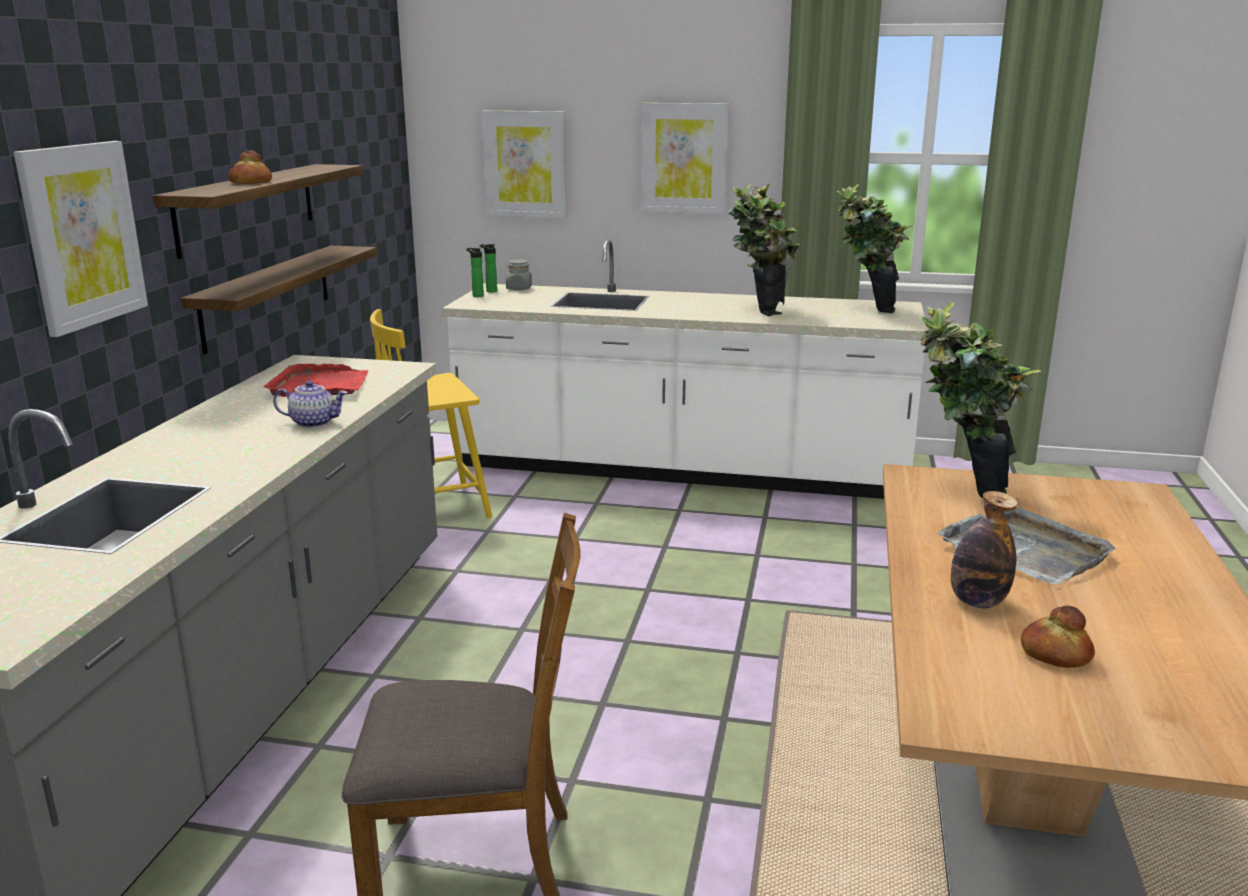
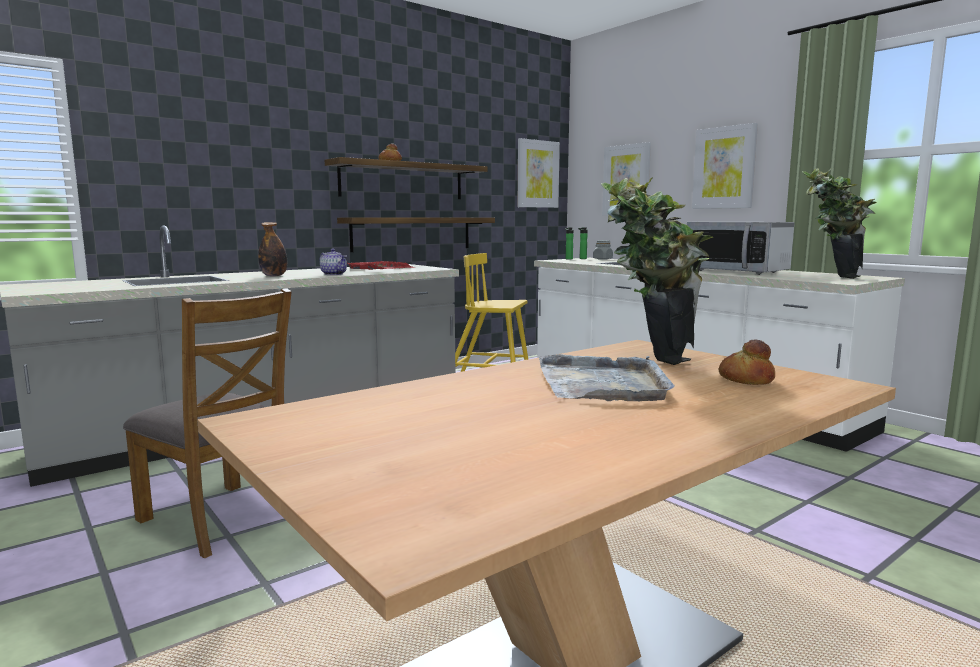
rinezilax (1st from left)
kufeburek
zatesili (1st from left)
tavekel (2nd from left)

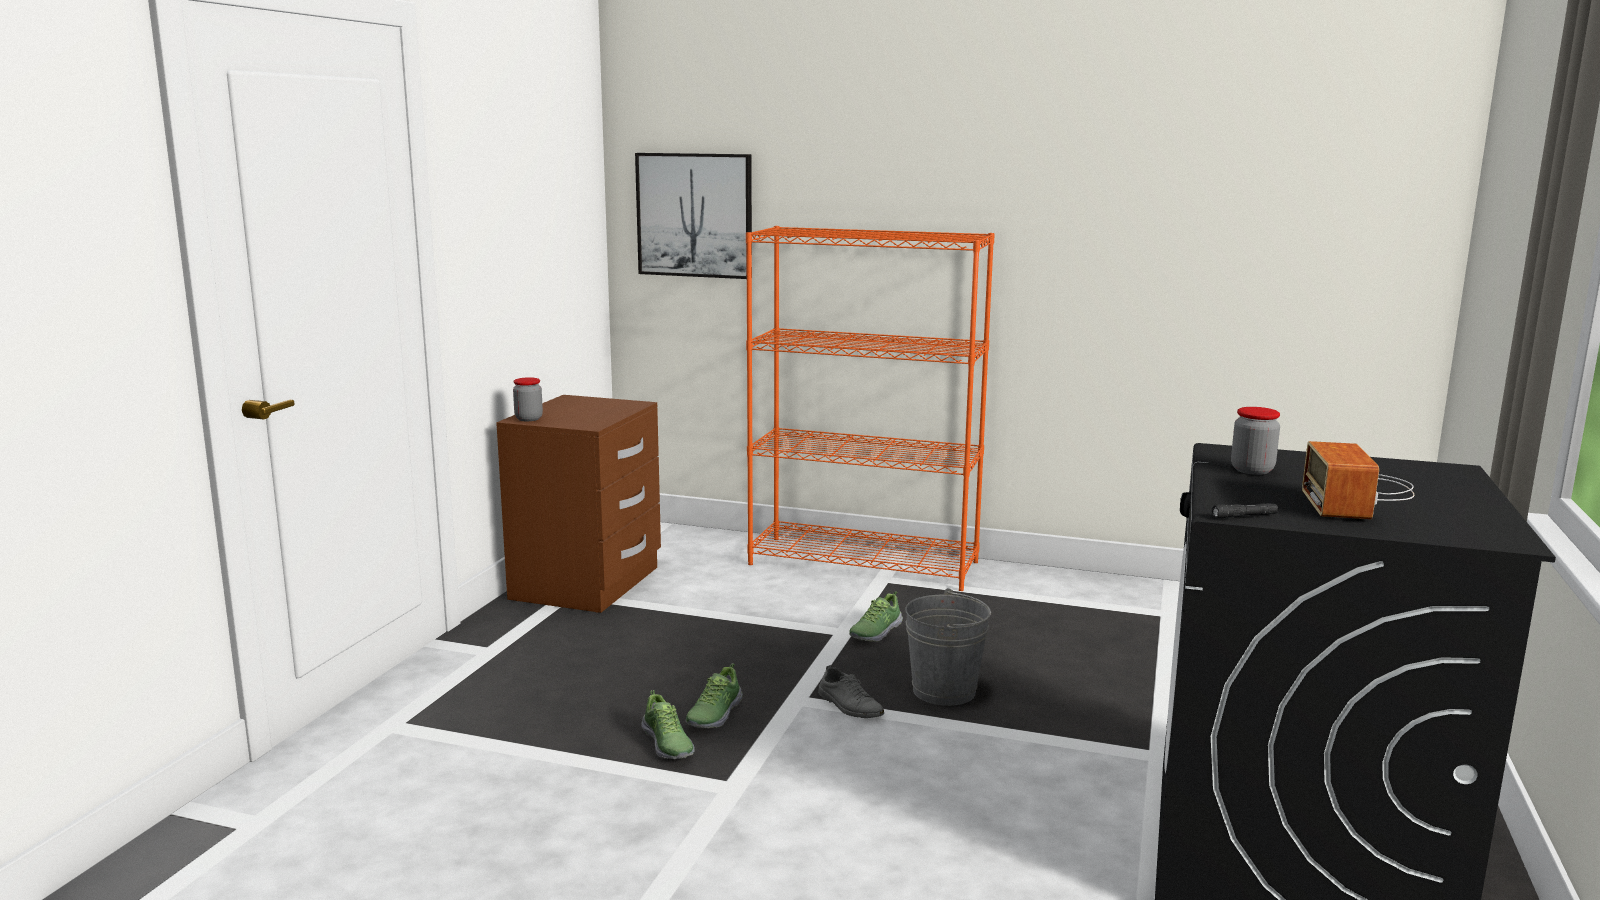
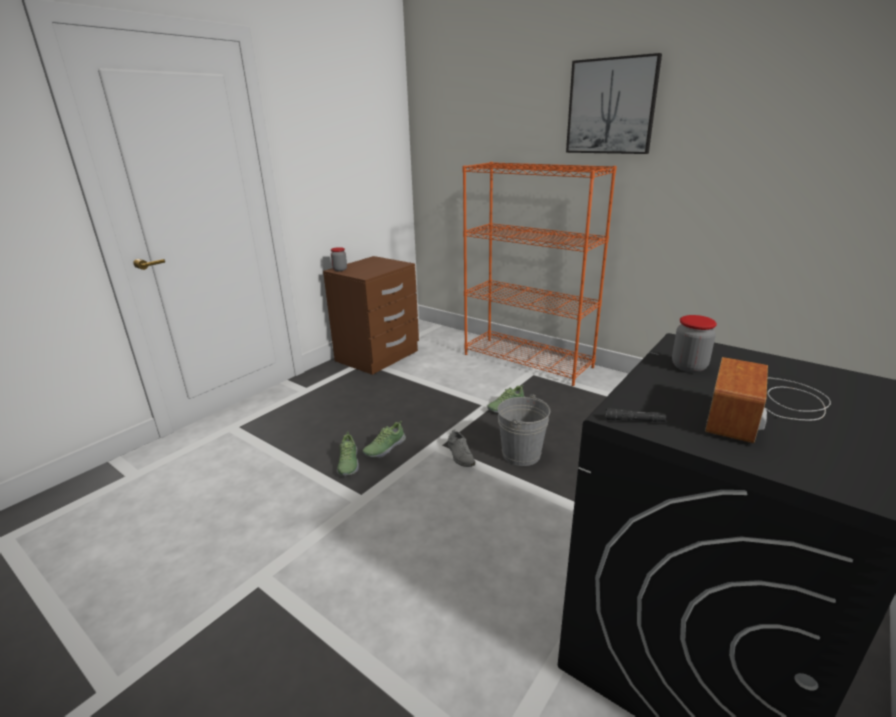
rinezilax

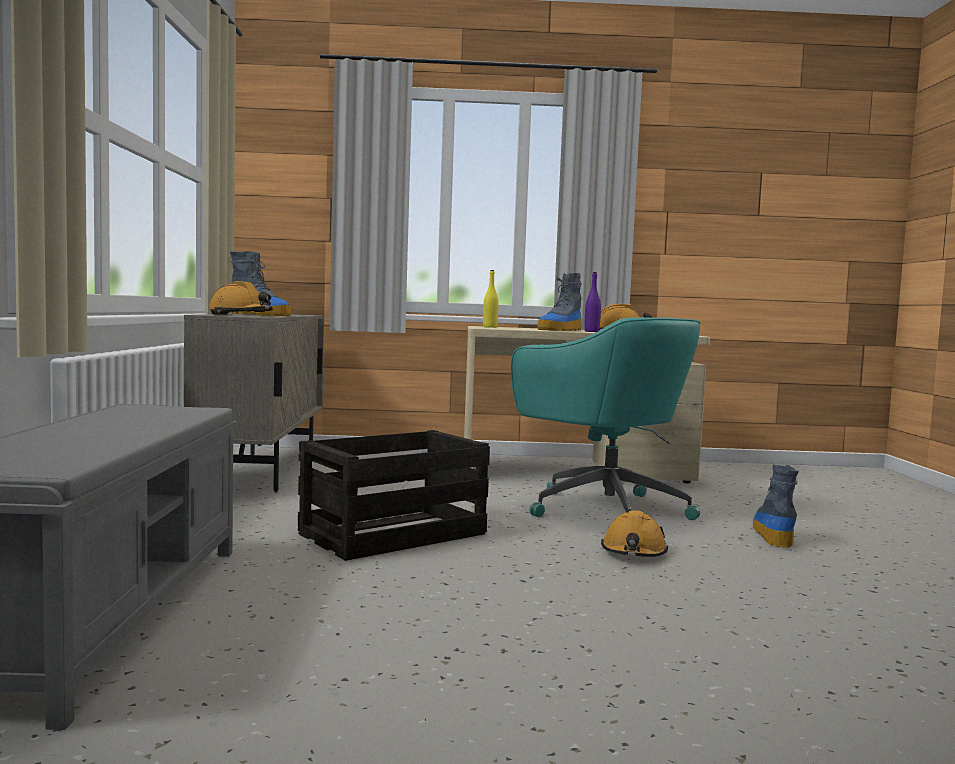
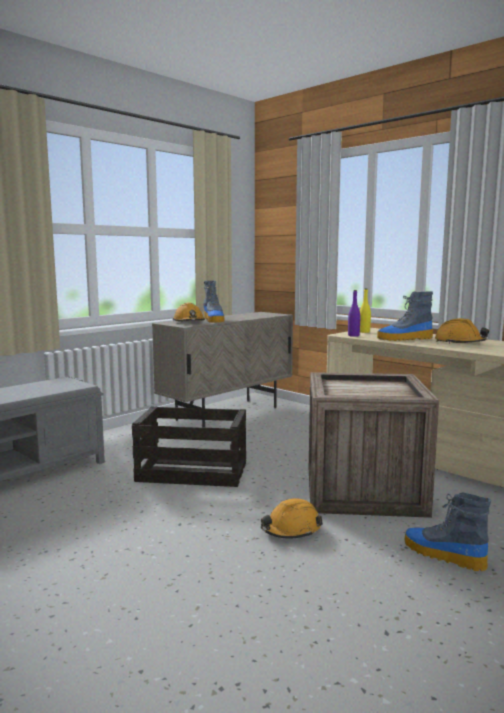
purple_zatesili
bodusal (2nd from left)
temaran (3rd from left)

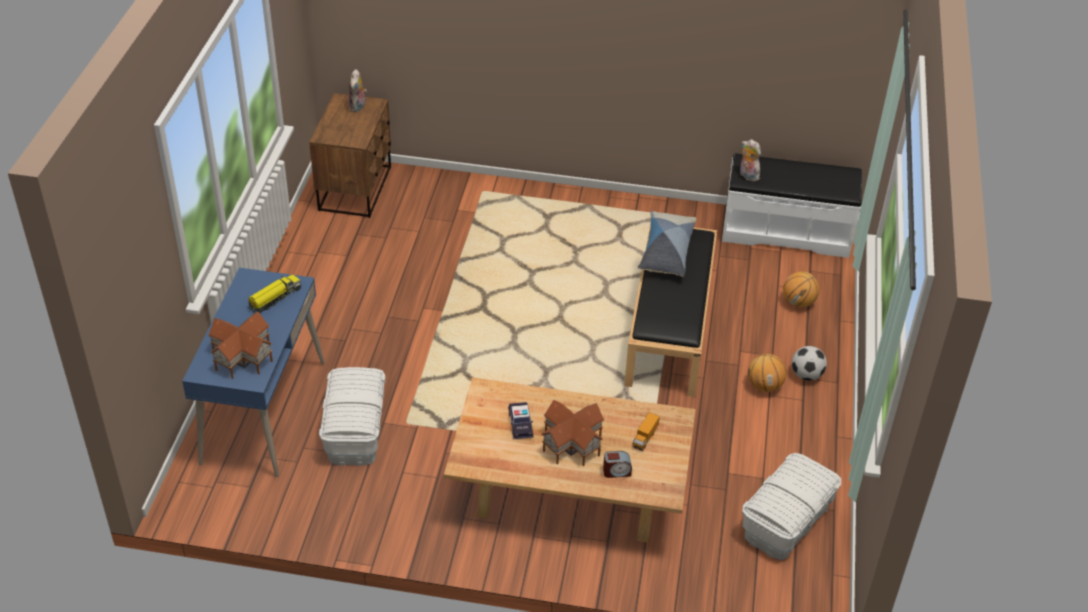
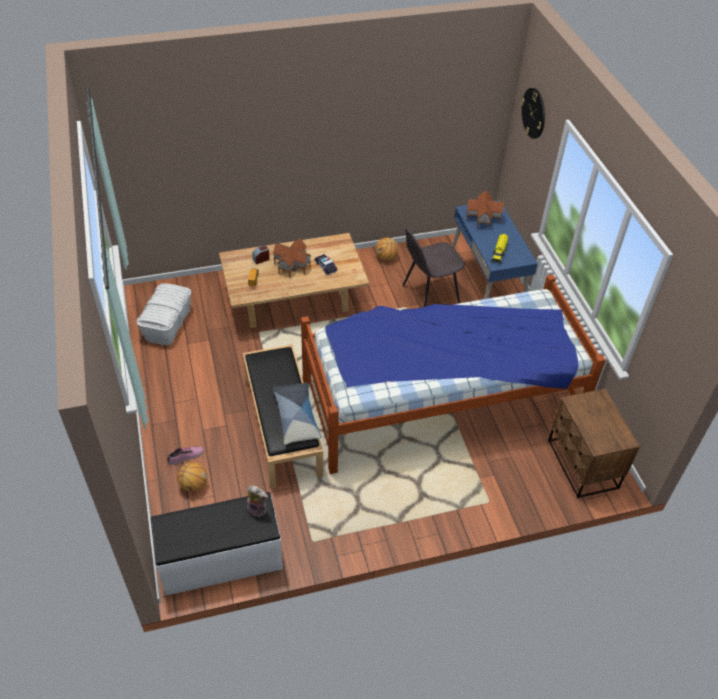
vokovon (1st from left in the first image)
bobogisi
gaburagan (2nd from left)
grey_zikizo
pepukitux
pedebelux
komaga

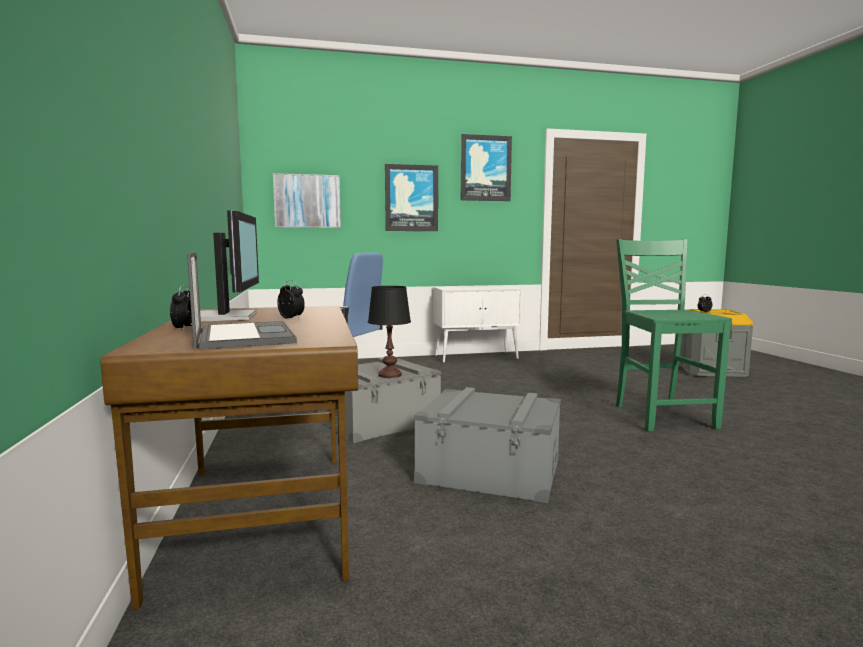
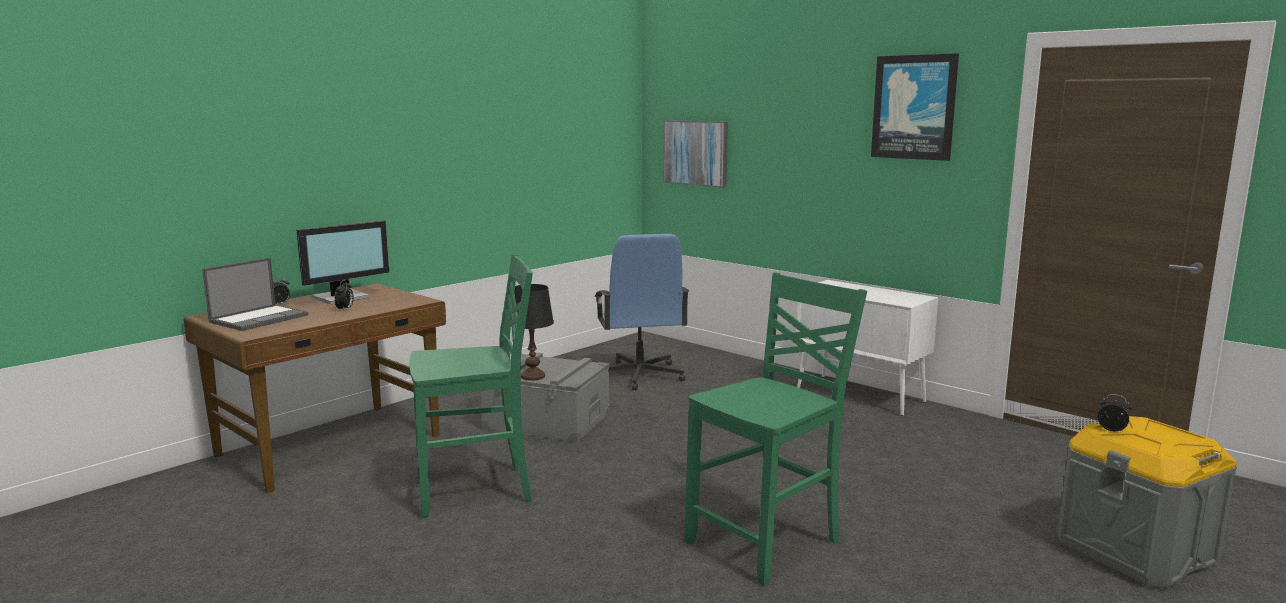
rinezilax (2nd from left in the first image)
green_zikizo (1st from left)

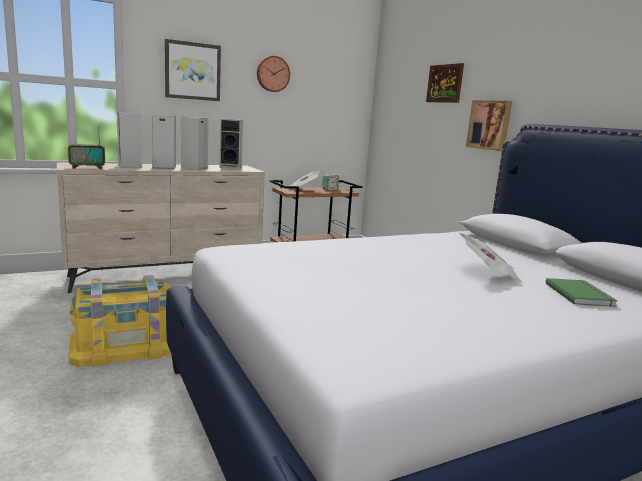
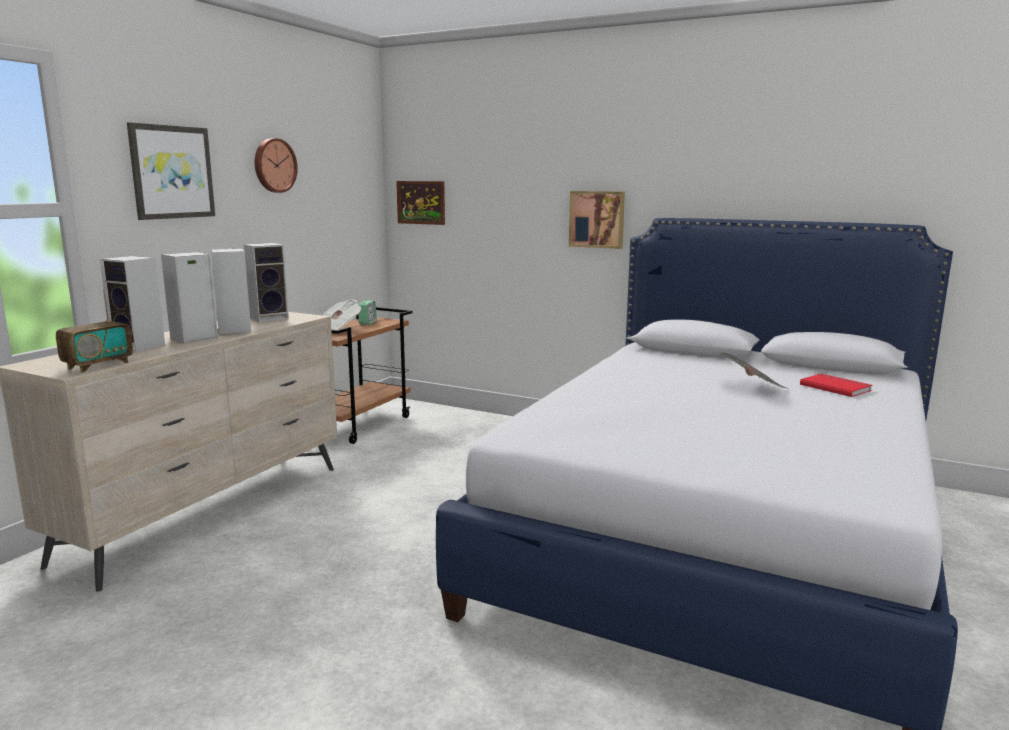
rinezilax (2nd from left)
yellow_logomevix
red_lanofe

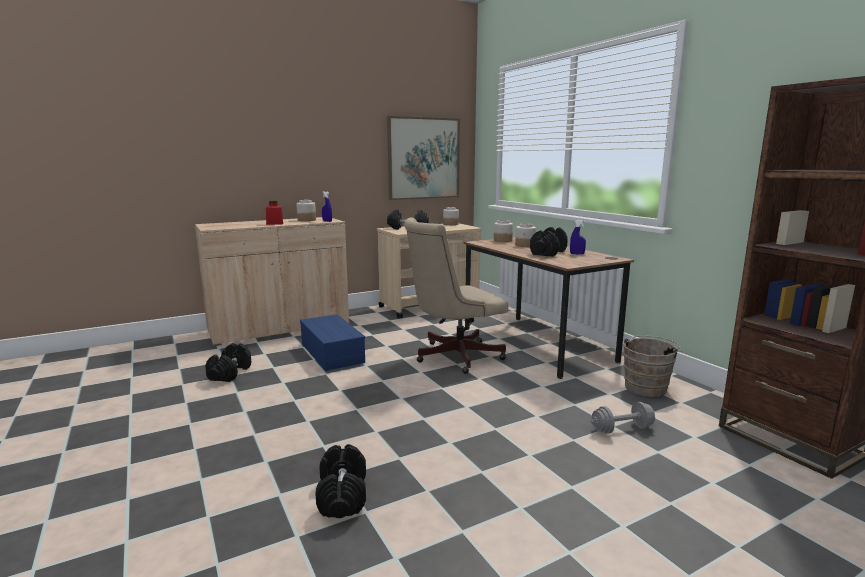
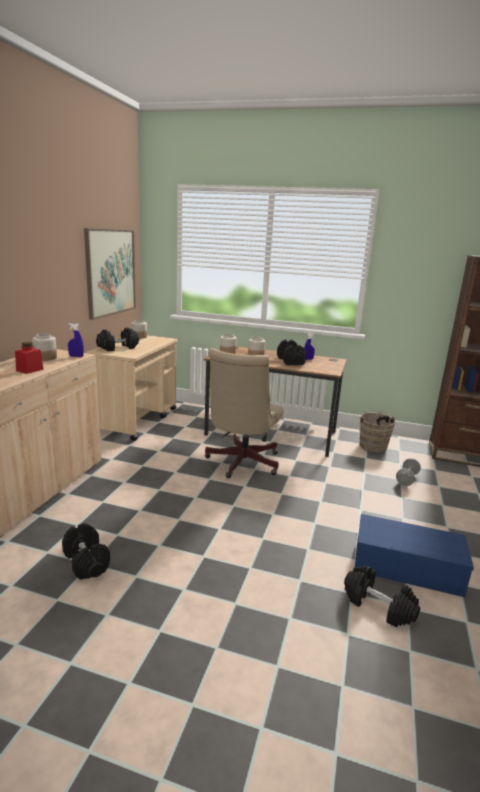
blue_logomevix

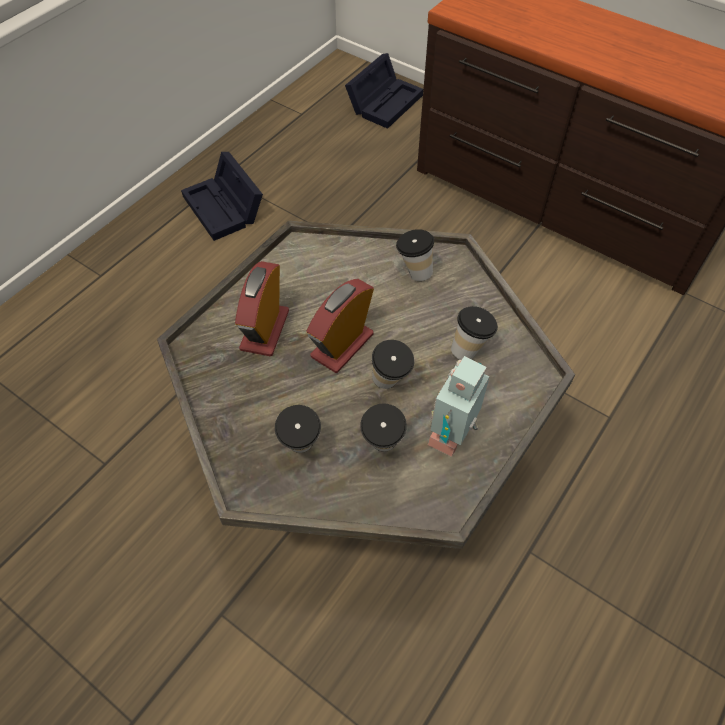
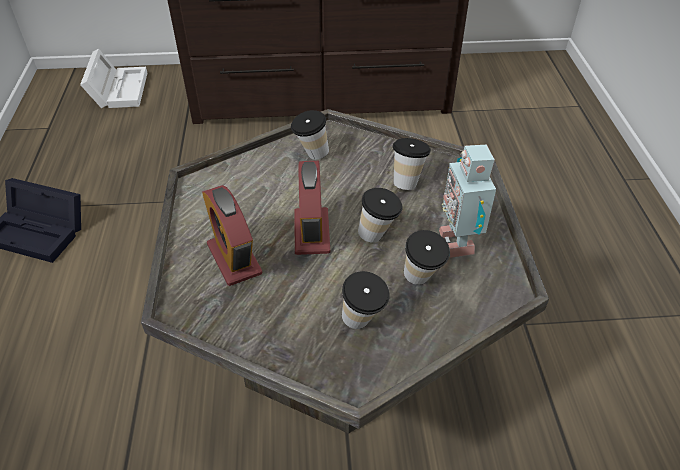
white_logomevix

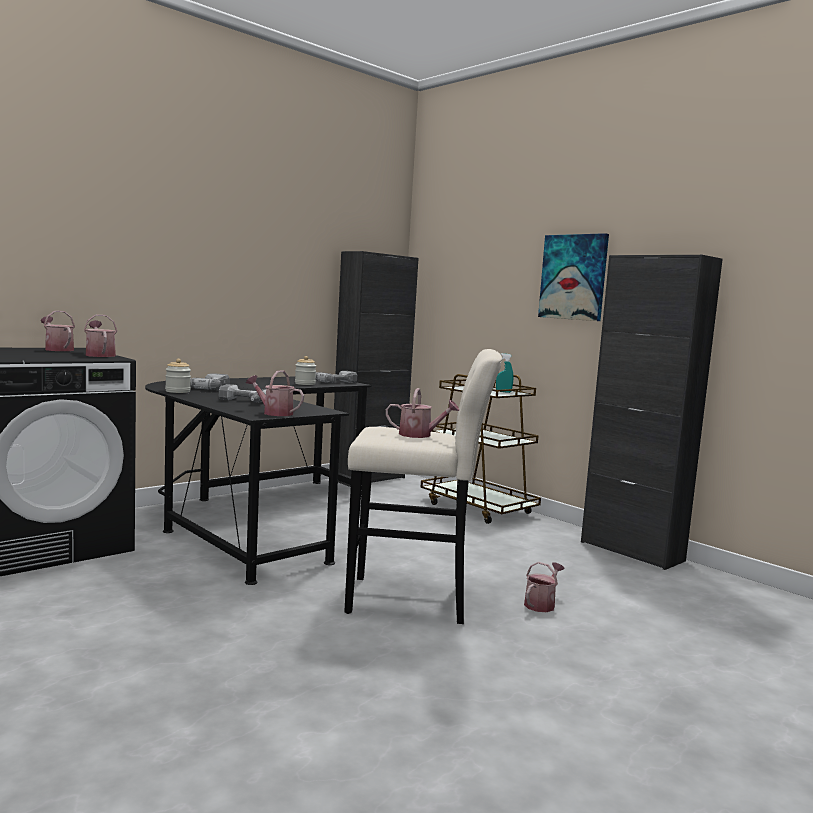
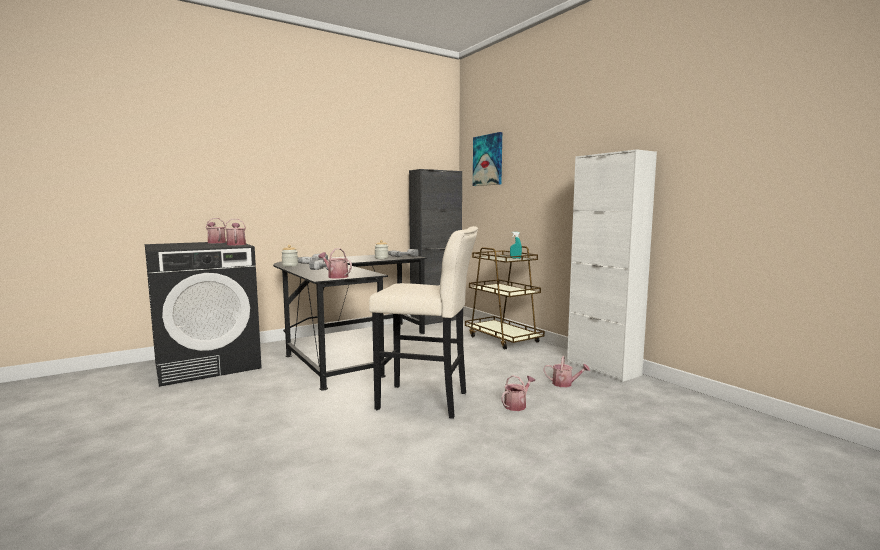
rinezilax
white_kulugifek
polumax (5th from left)

